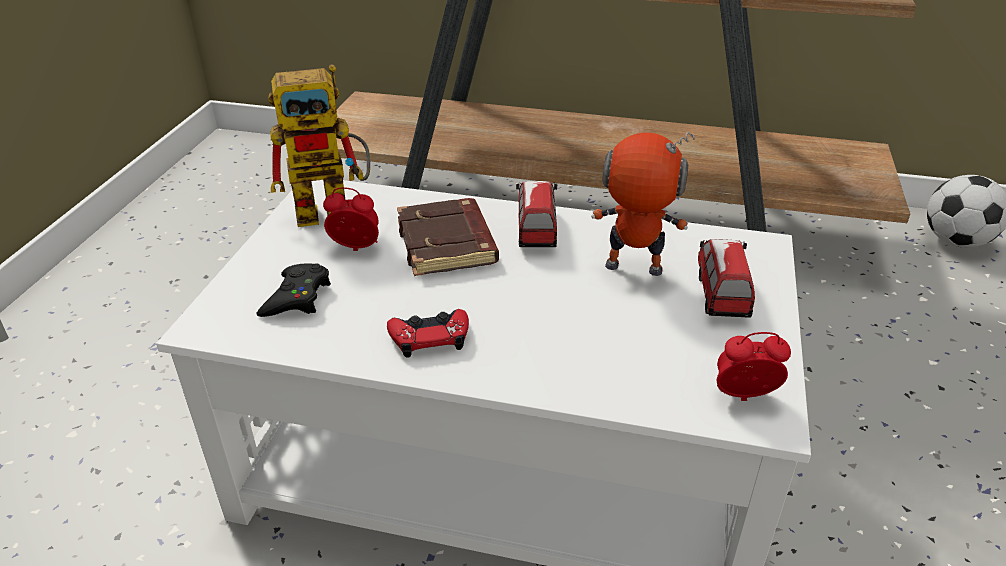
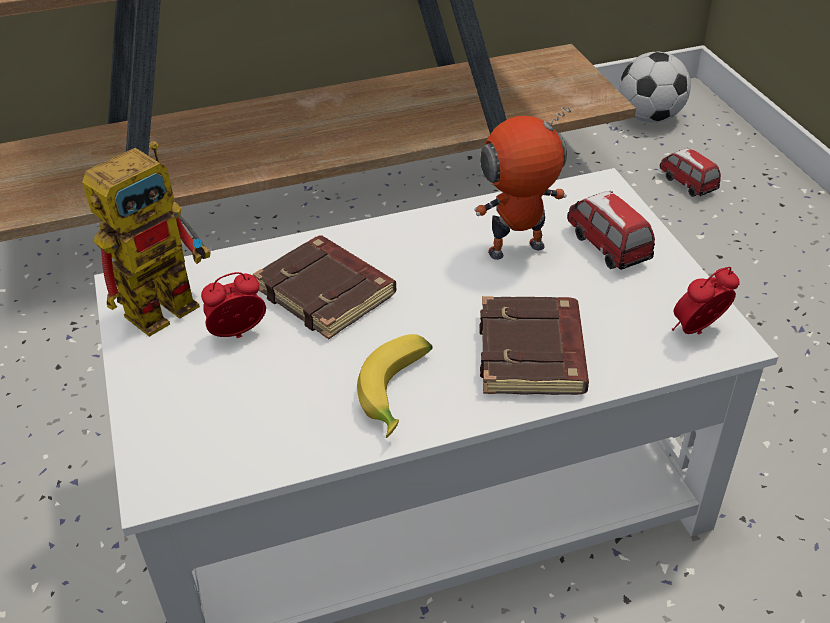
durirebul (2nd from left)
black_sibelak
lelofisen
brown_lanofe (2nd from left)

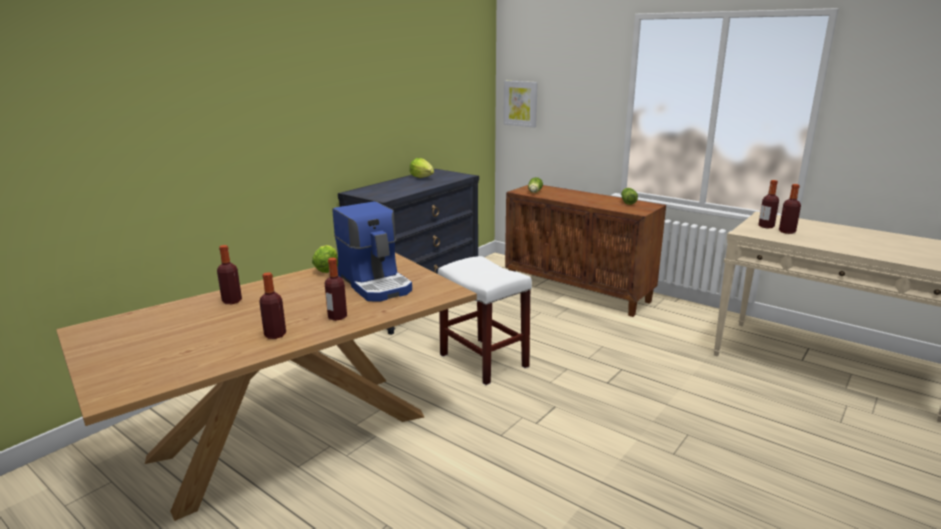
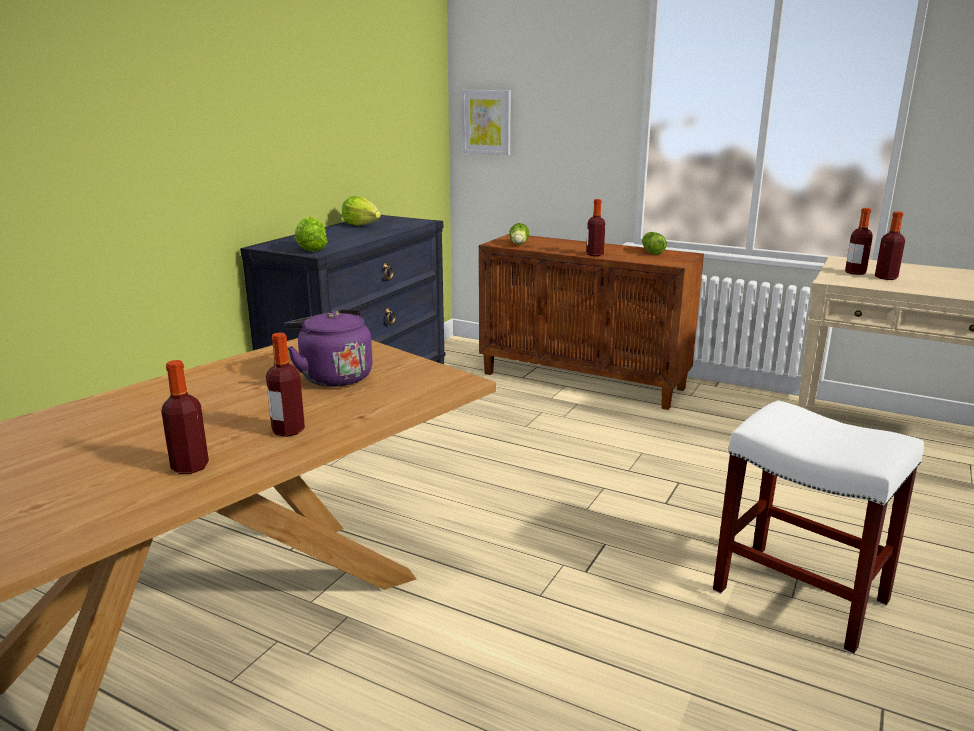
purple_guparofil
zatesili (3rd from left)
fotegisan (1st from left)
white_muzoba

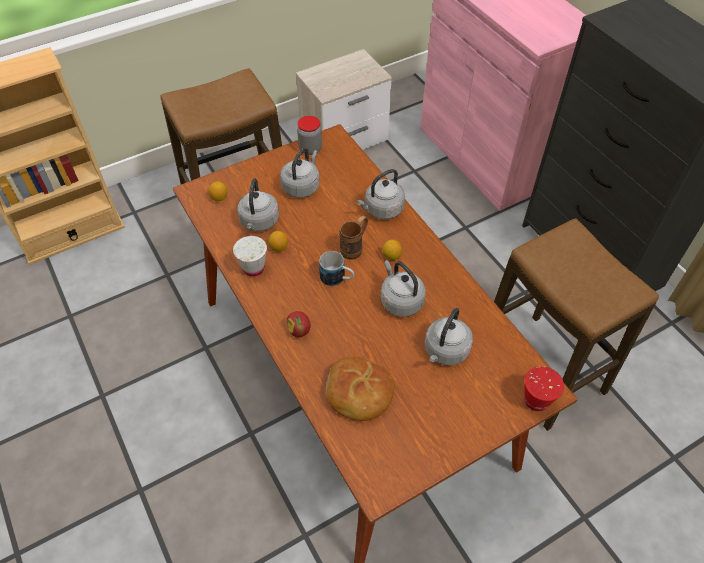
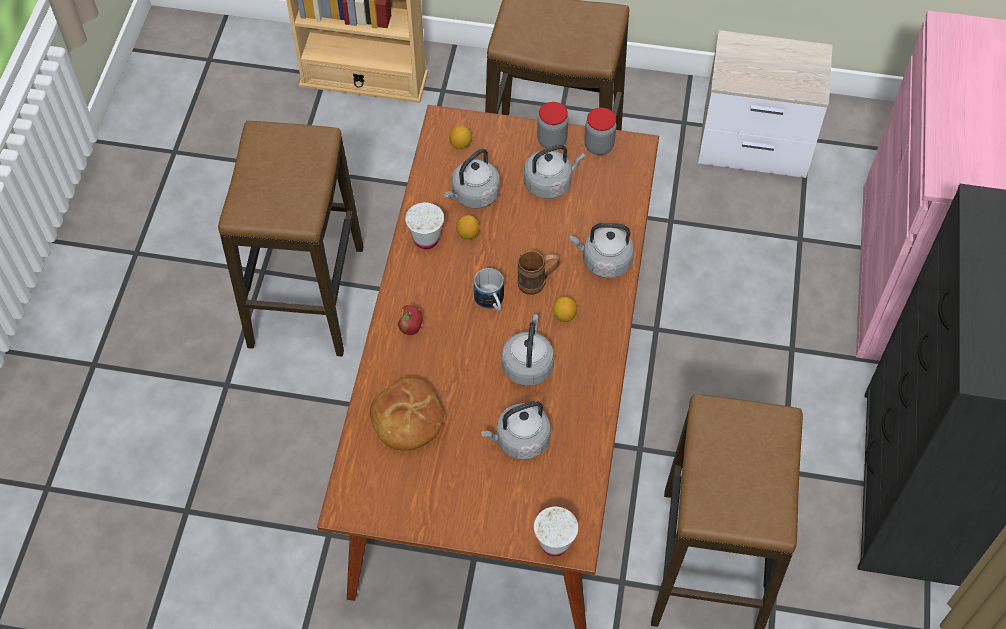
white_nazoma (2nd from left)
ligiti (1st from left)
muzoba (1st from left)

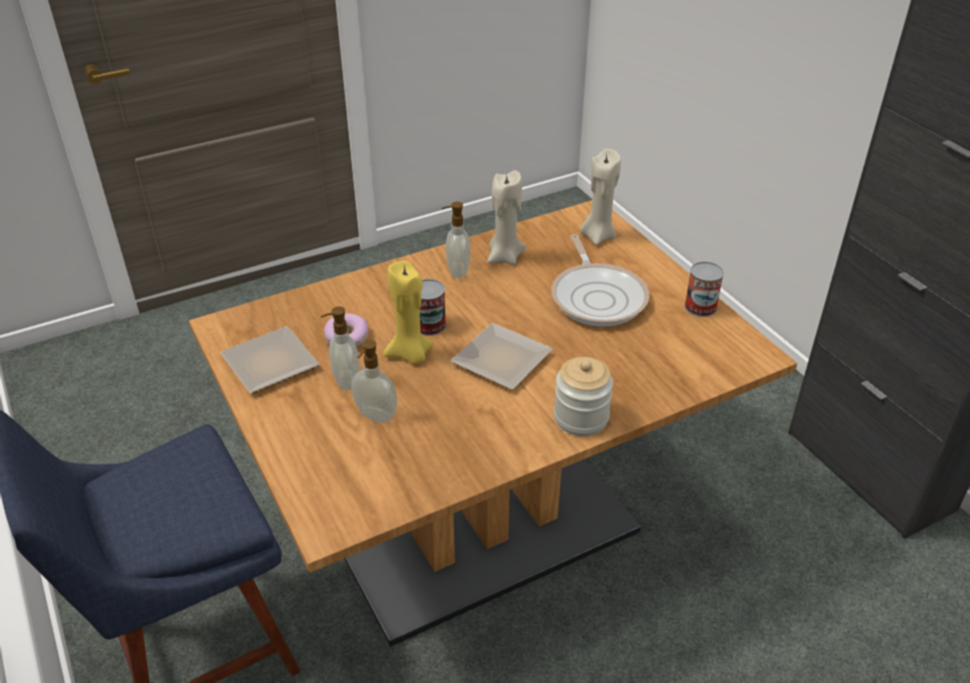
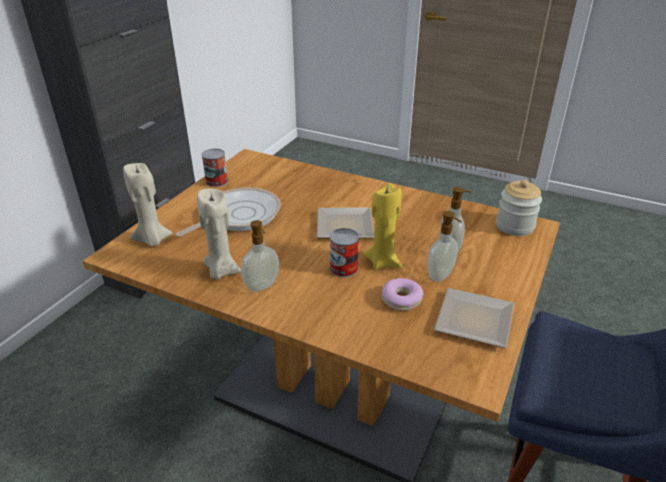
ligiti

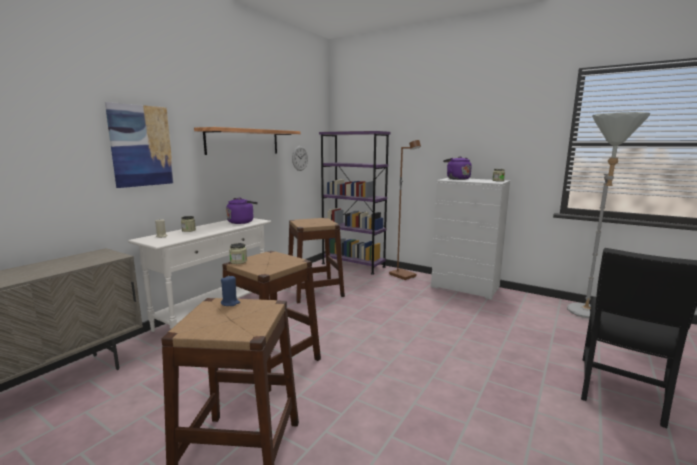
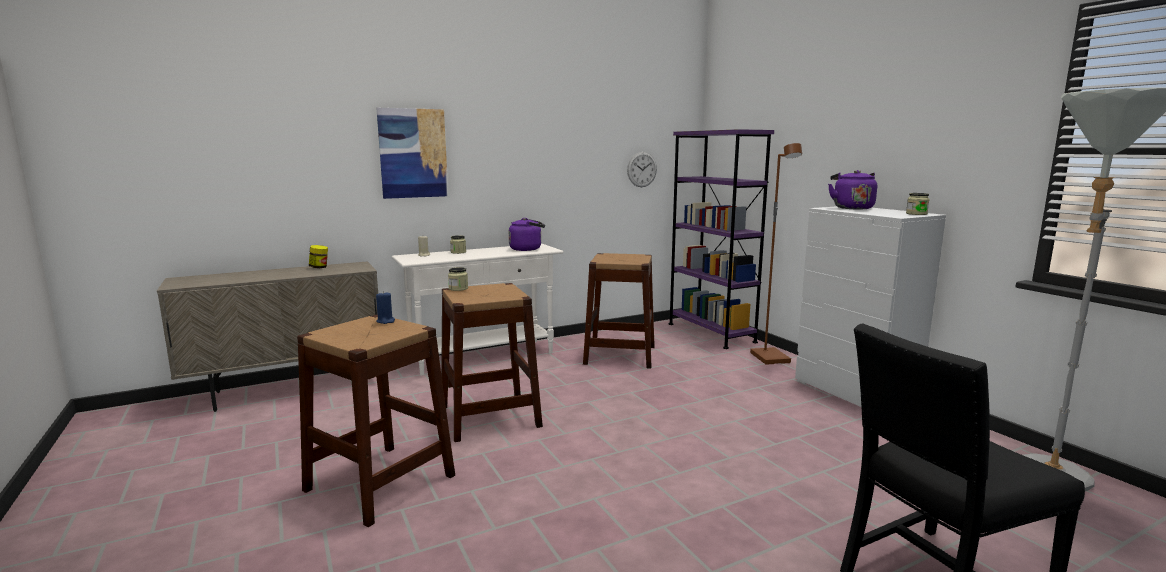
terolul
ligiti (1st from left)

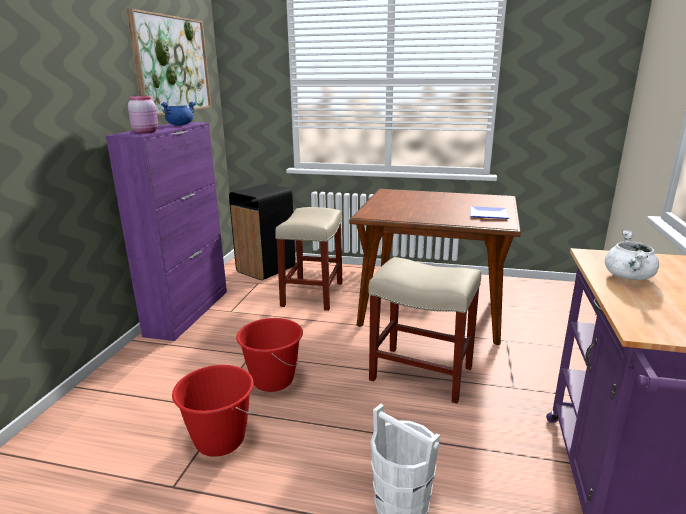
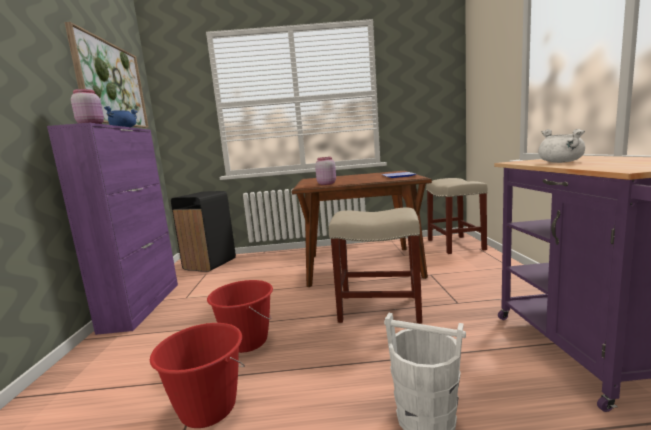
beige_muzoba (2nd from left)
pink_ligiti (2nd from left)

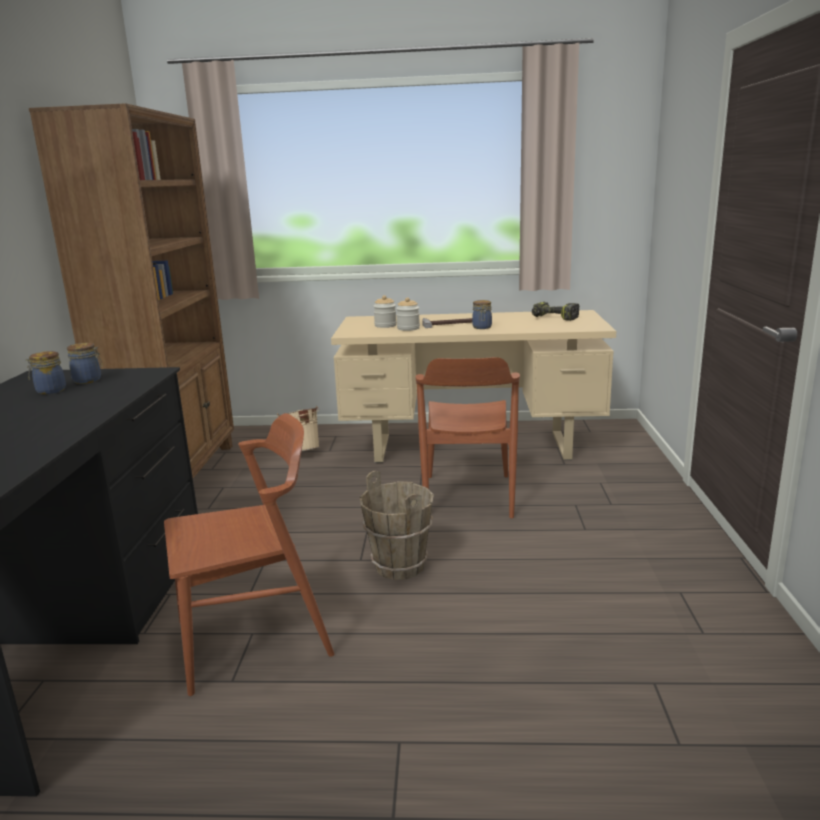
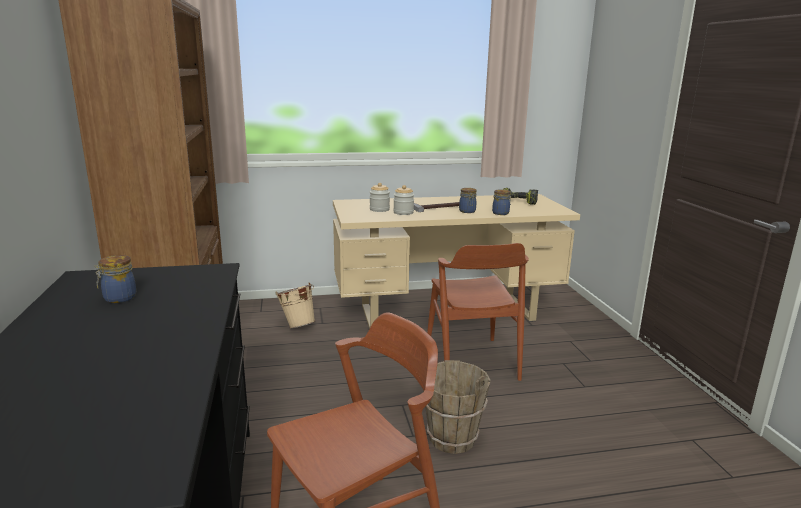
ligiti (5th from left)

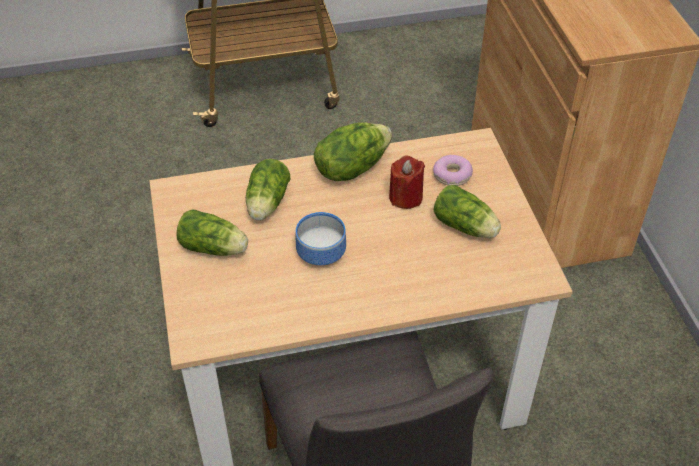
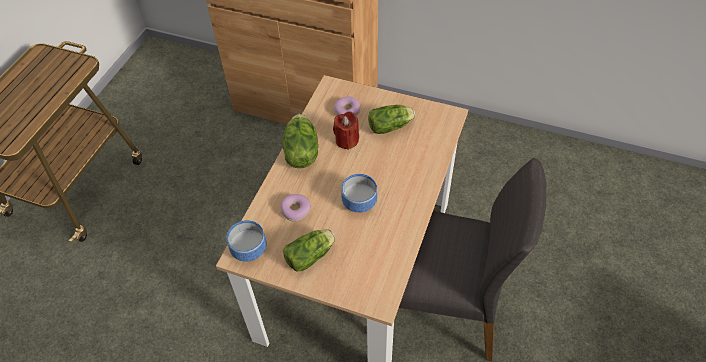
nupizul (1st from left)
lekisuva (1st from left)

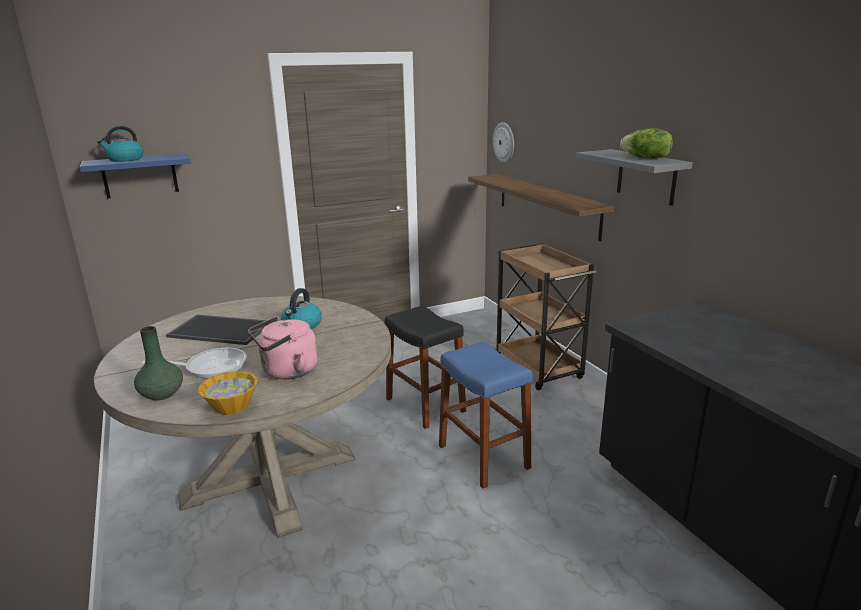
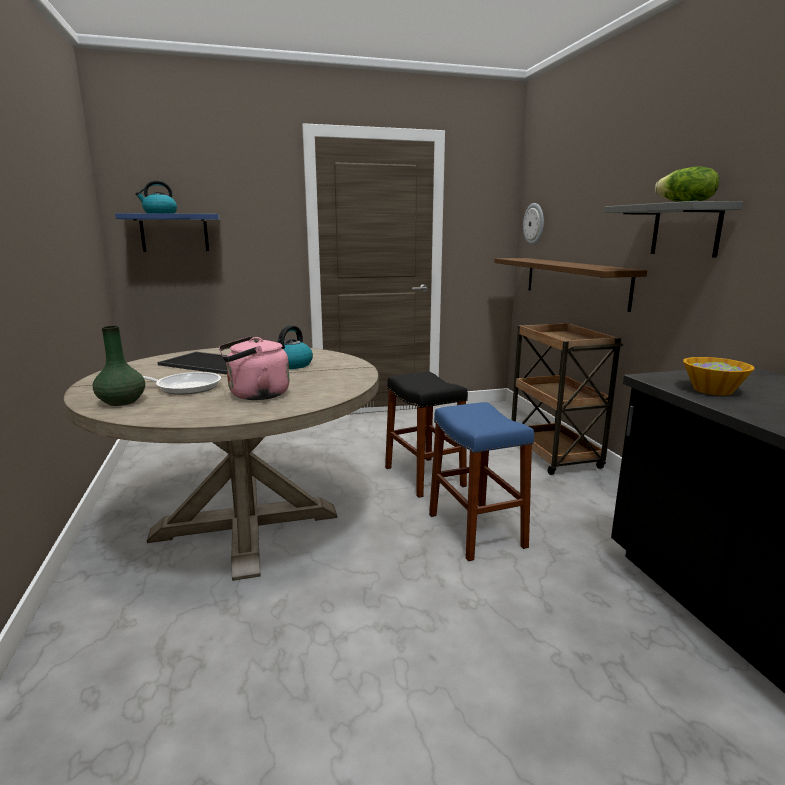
lekisuva

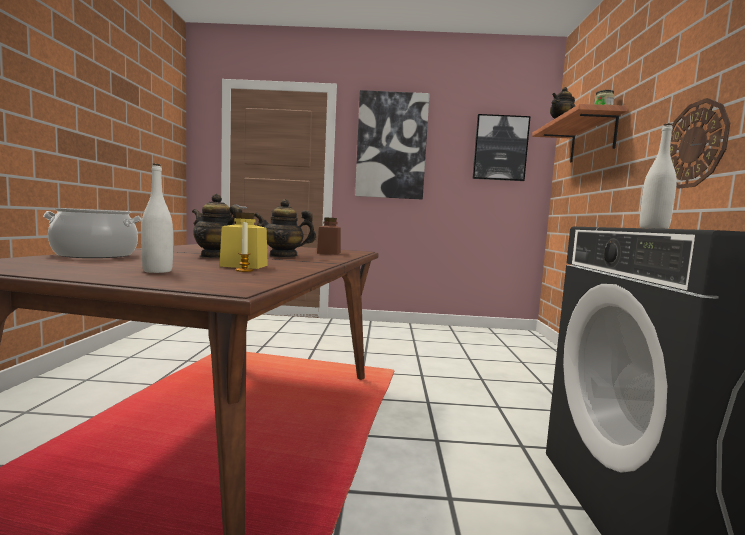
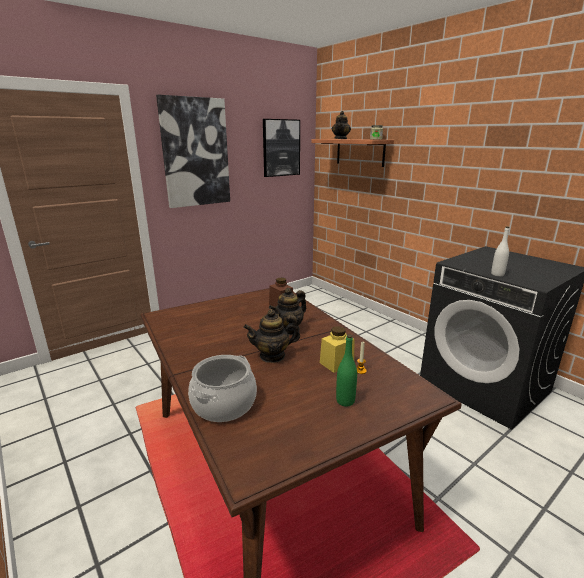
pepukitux
green_zatesili

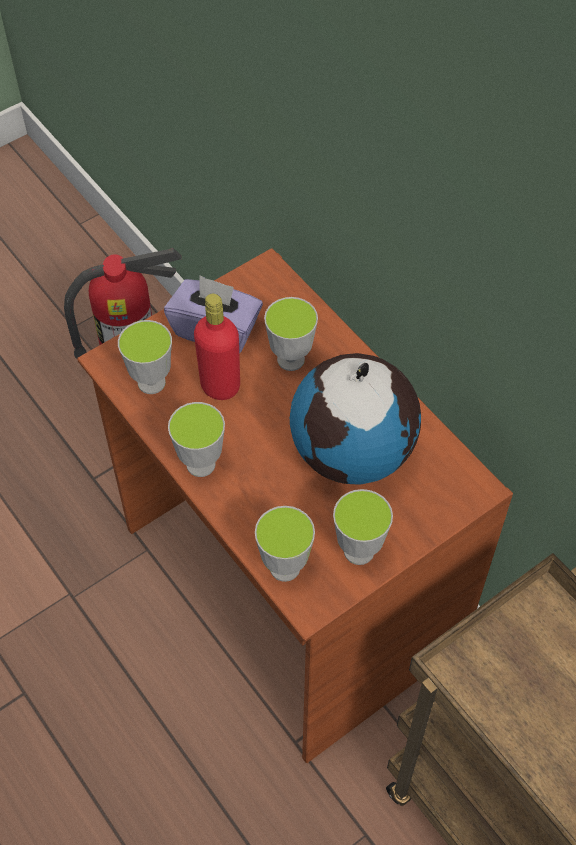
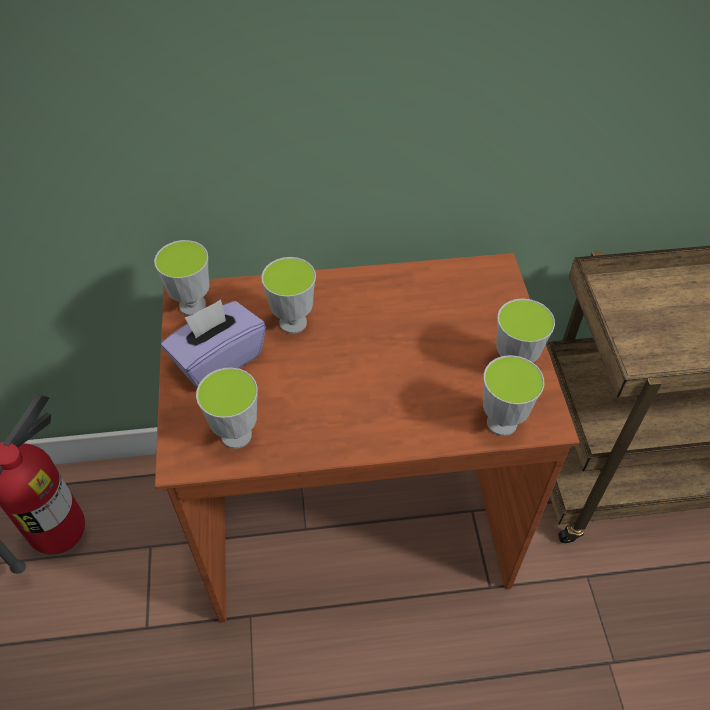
red_zatesili
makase
nazoma (1st from left)

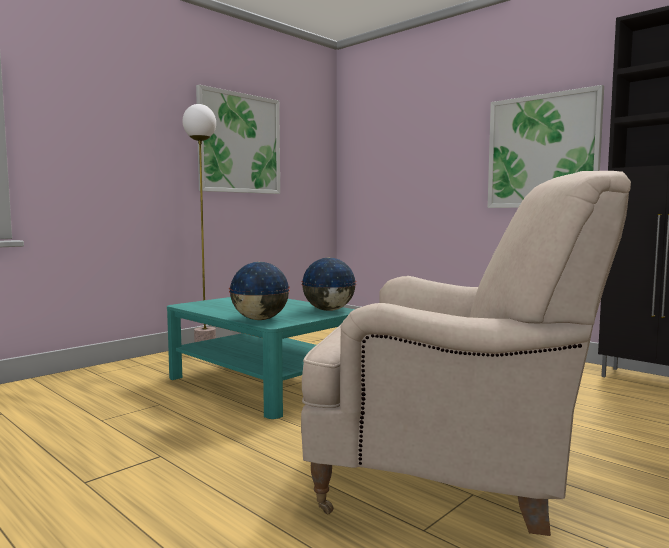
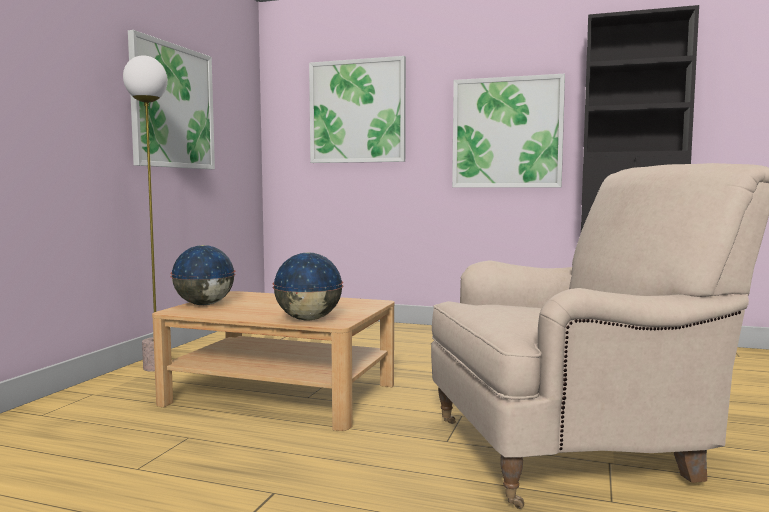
makase (1st from left)
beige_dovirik
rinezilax (2nd from left)

